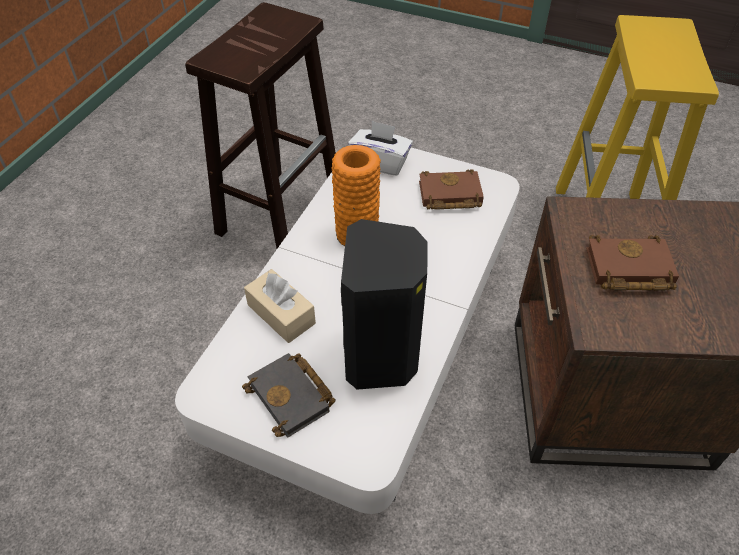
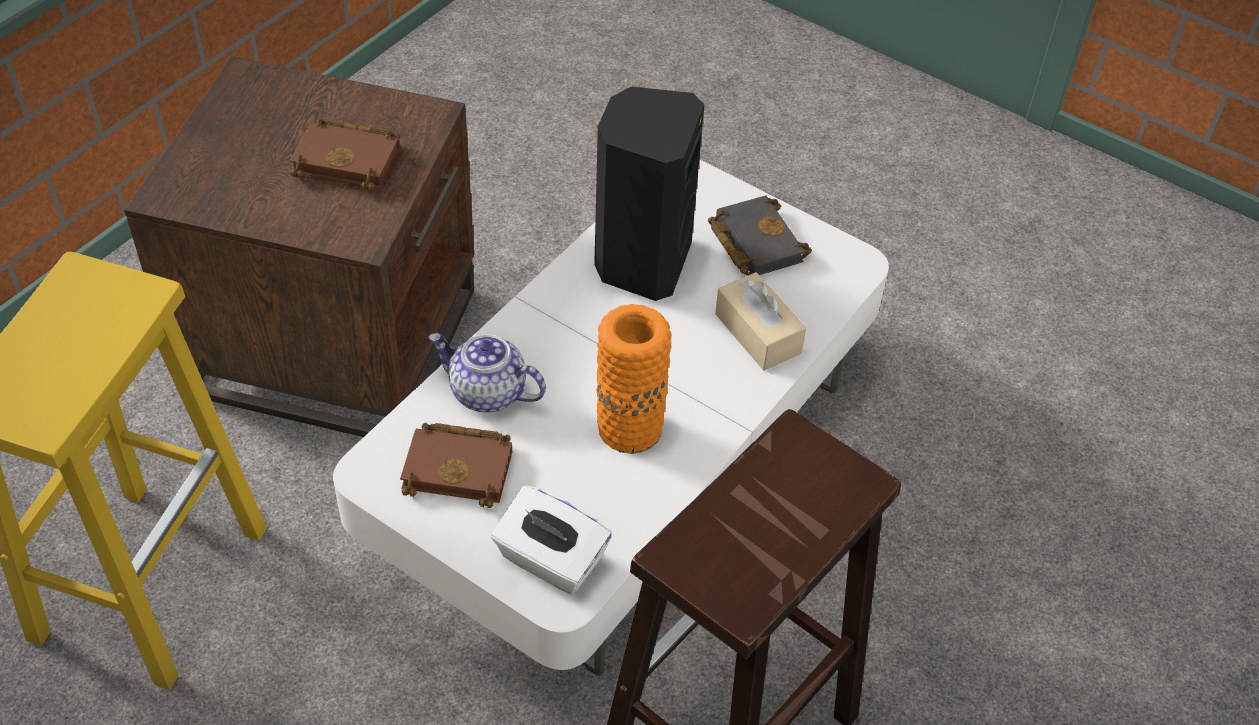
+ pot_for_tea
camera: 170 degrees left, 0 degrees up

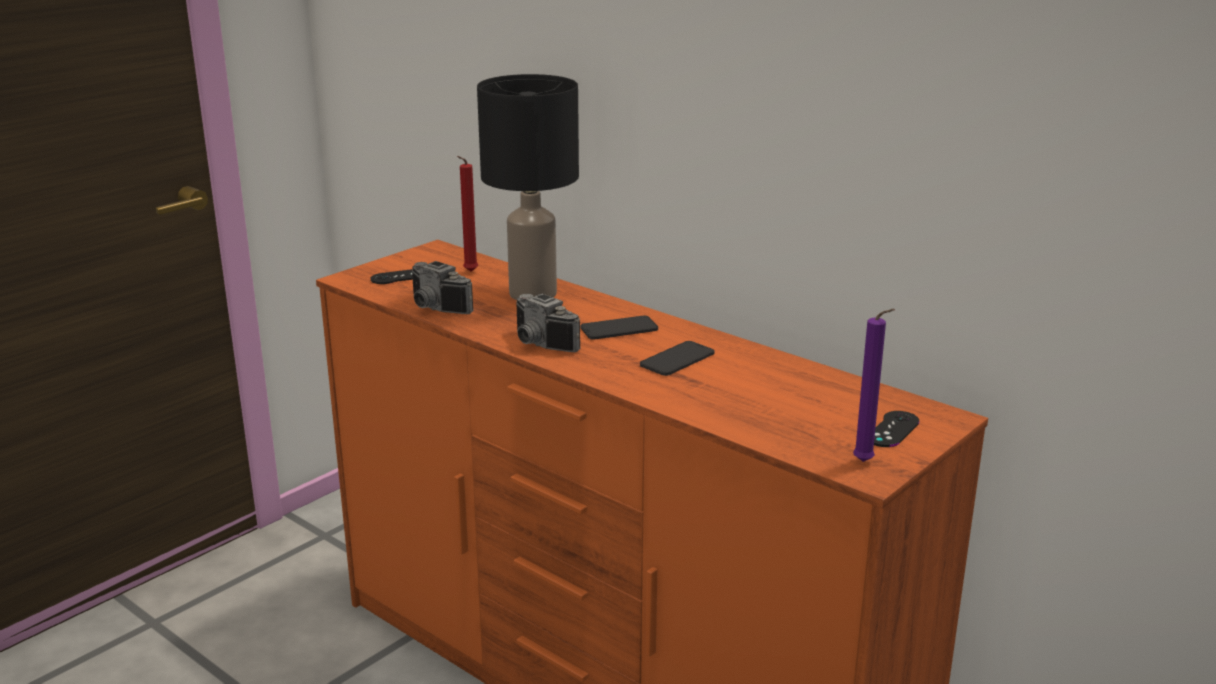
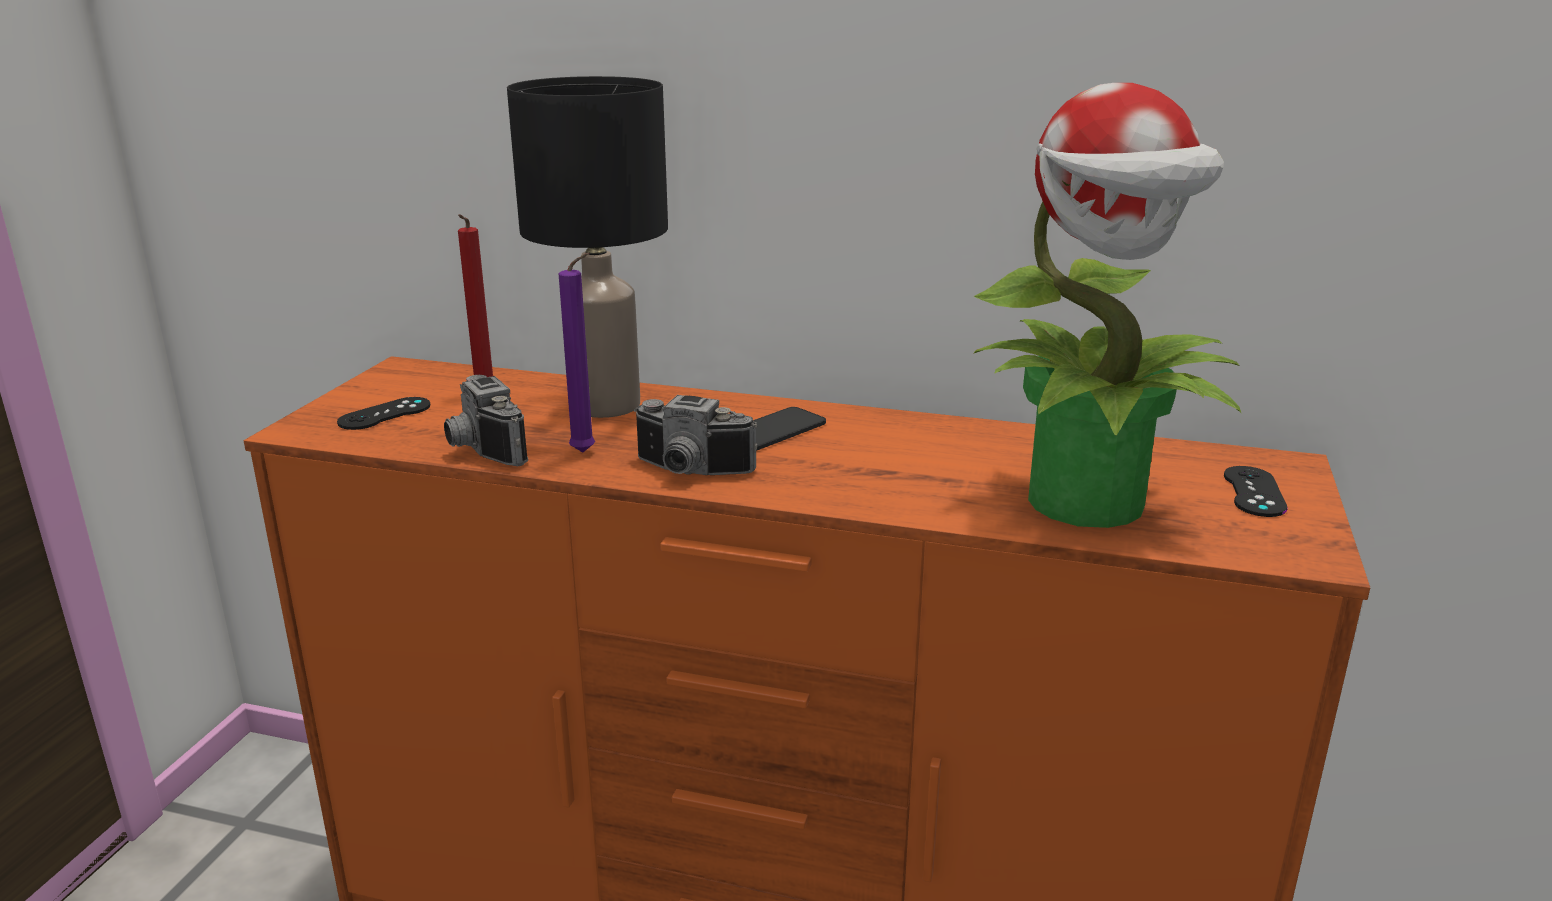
~ photo_camera (1st from left) 45 degrees clockwise
~ purple-coloured_candle
+ houseplant
- telephone (2nd from left)
camera: 25 degrees left, 0 degrees up

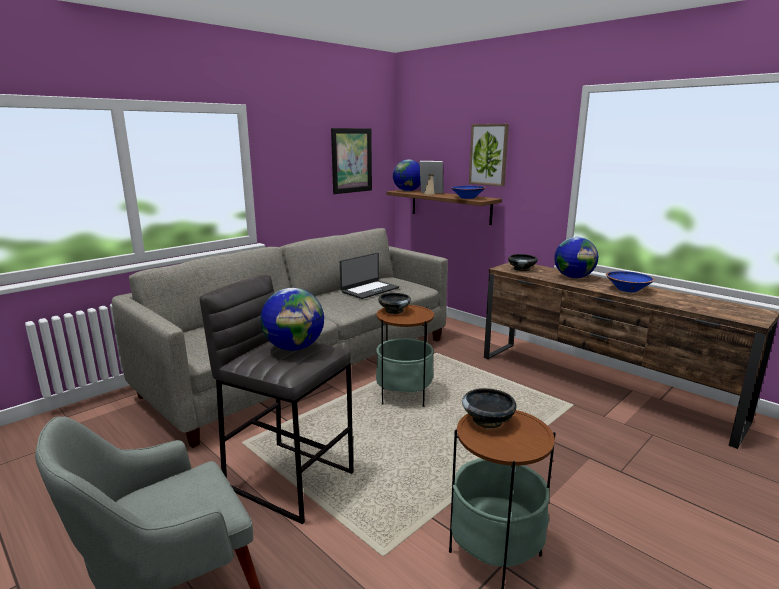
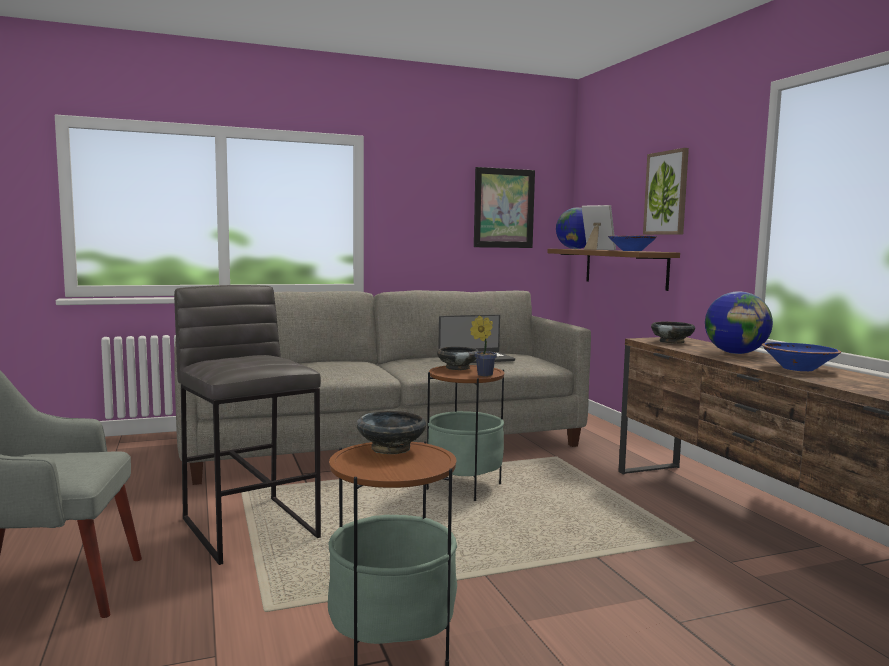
+ houseplant
- globe (1st from left)
camera: 25 degrees right, 10 degrees down

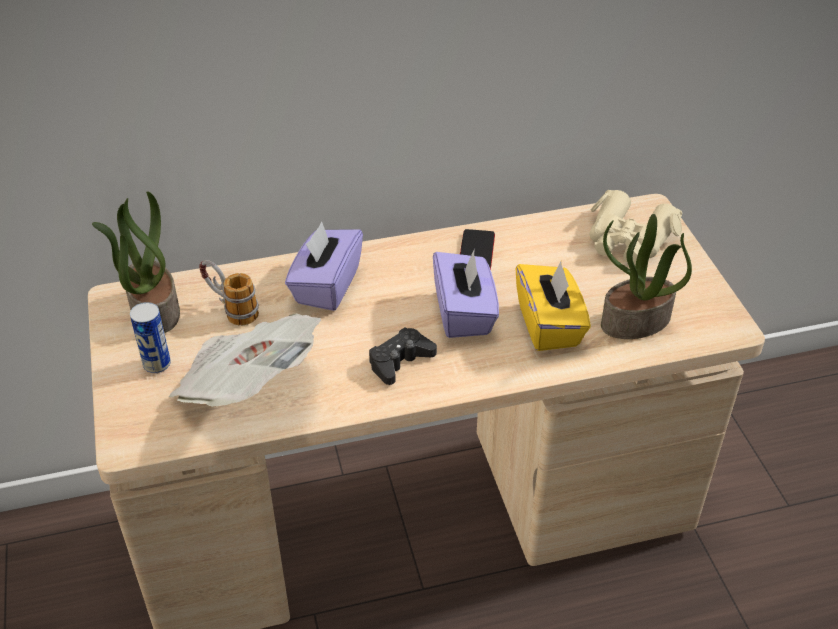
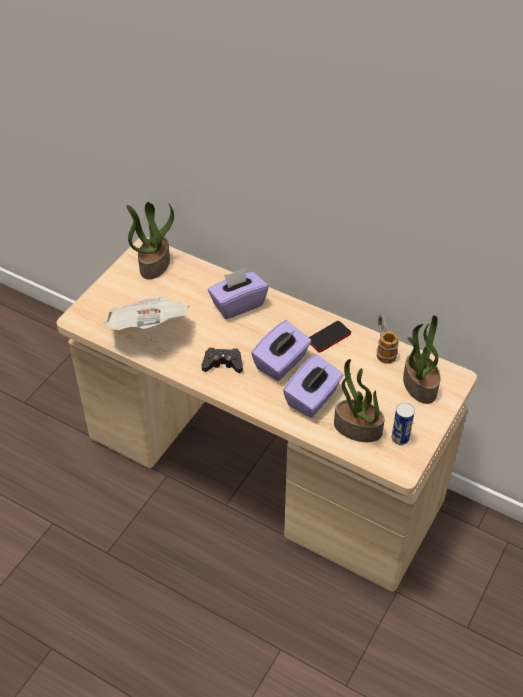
~ yellow_tissue_holder to purple-coloured_tissue_holder (3rd from left)
~ coffee_mug
~ sealed_can
~ sand-coloured_pair_of_binoculars to houseplant (3rd from left)
camera: 45 degrees right, 5 degrees up

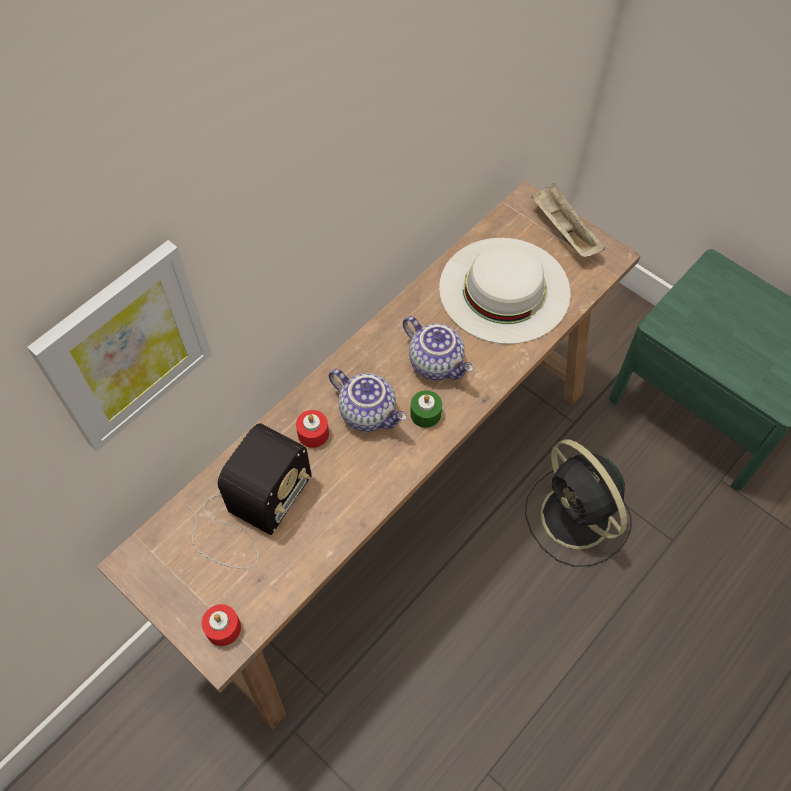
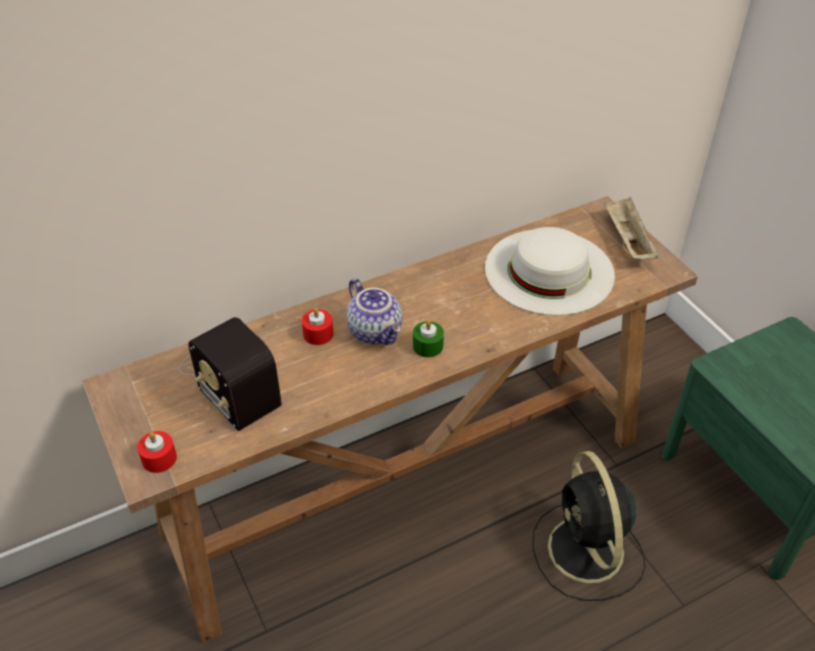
~ radio 90 degrees clockwise
- picture
- pot_for_tea (2nd from left)
camera: 20 degrees right, 15 degrees down

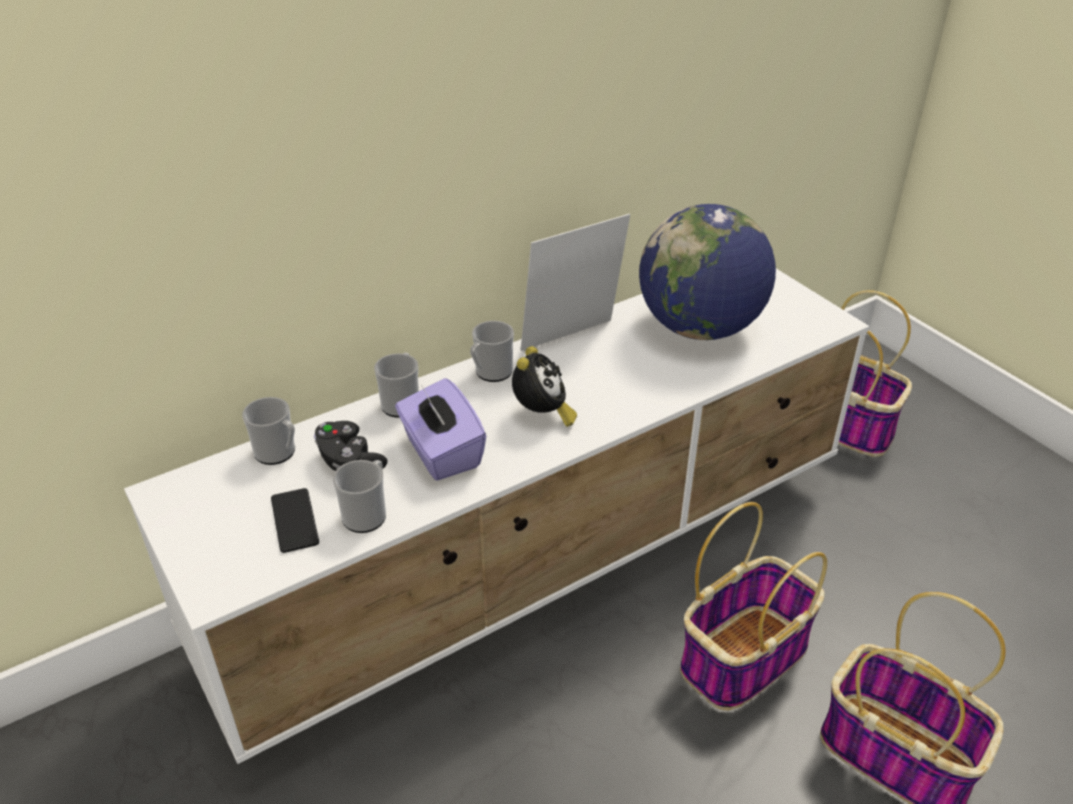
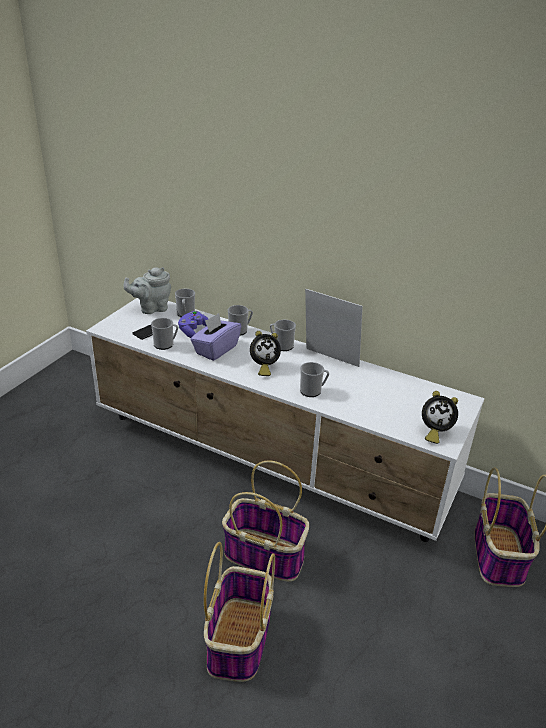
+ grey_pot_for_tea
~ black-coloured_gamepad to purple-coloured_gamepad
+ coffee_mug (5th from left)
+ alarm_clock (2nd from left)
- globe
camera: 60 degrees right, 5 degrees down

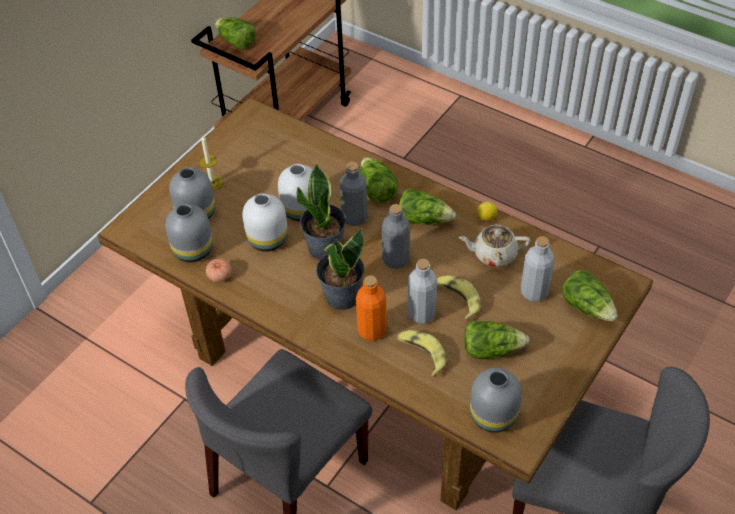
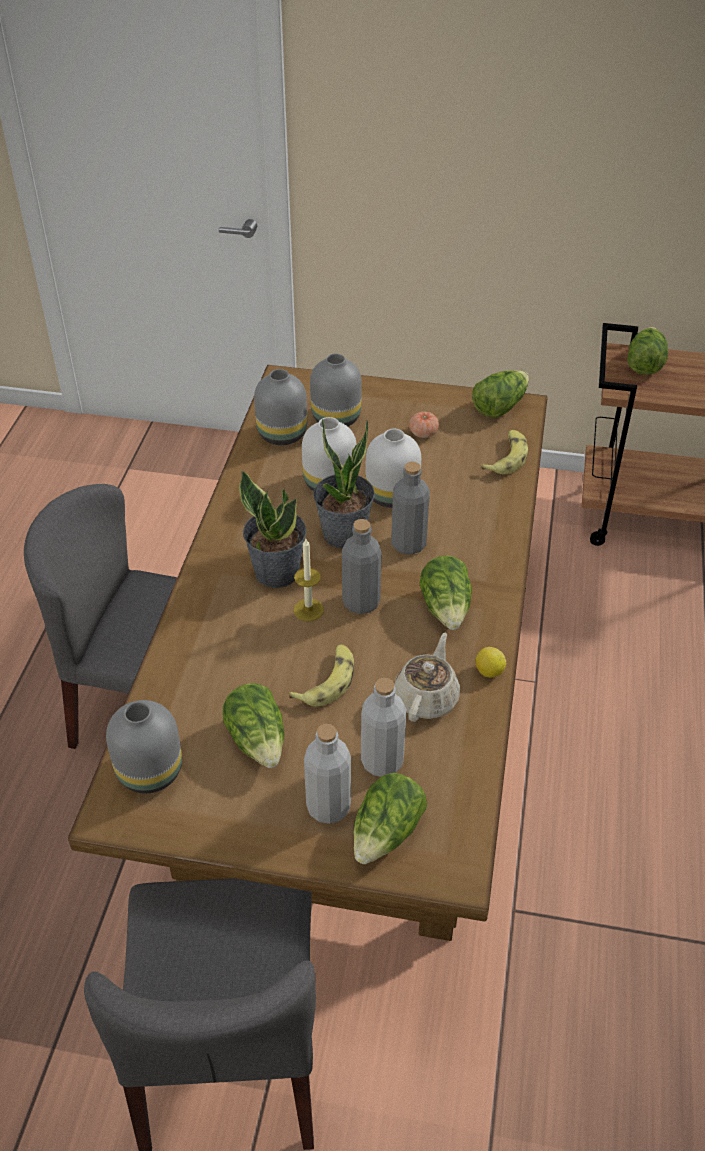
~ candle
~ grey_drink_bottle (3rd from left in the first image) to grey_drink_bottle (1st from left)
~ sand-coloured_pot_for_tea 45 degrees clockwise
~ fresh_tomato
~ lettuce (2nd from left in the first image) to lettuce (4th from left)
~ banana (1st from left in the first image) to banana (2nd from left)
- orangey_drink_bottle
camera: 65 degrees right, 5 degrees down

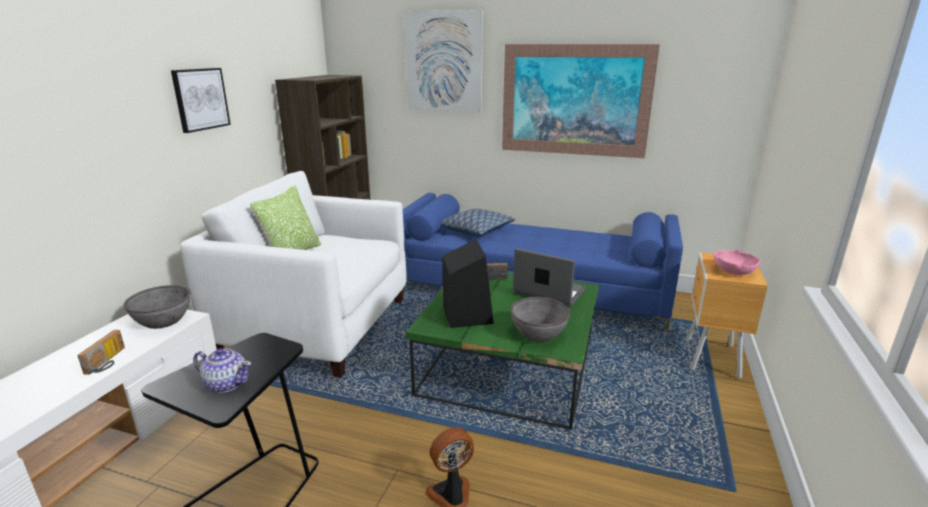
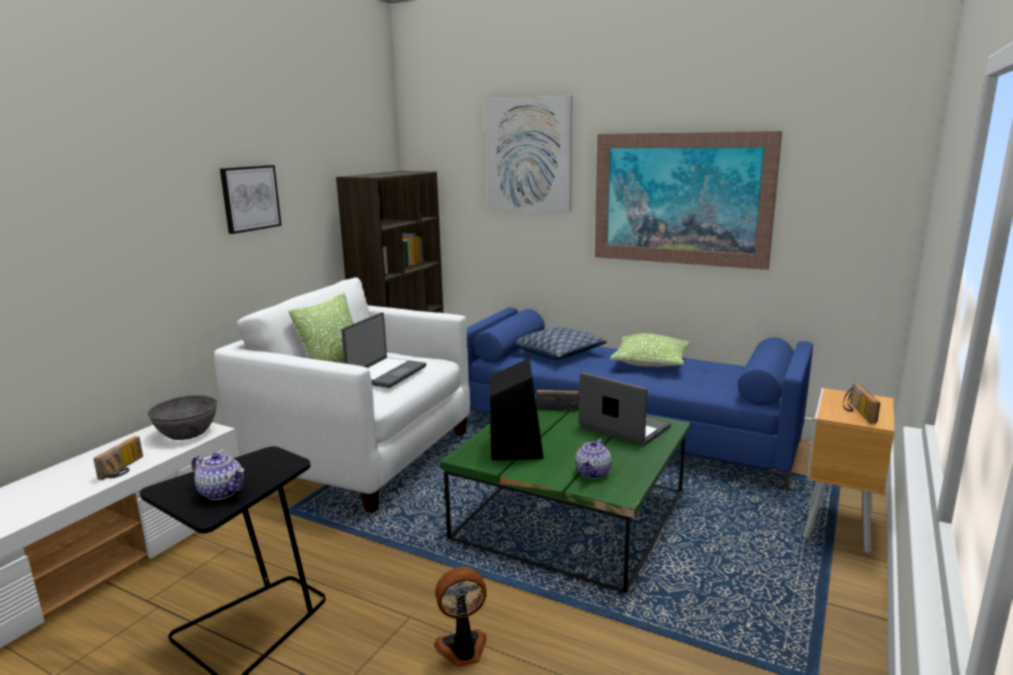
+ notebook_computer (1st from left)
~ grey_serving_bowl (2nd from left) to pot_for_tea (2nd from left)
+ cushion (3rd from left)
~ pinkish_serving_bowl to radio (3rd from left)
camera: 10 degrees right, 5 degrees down

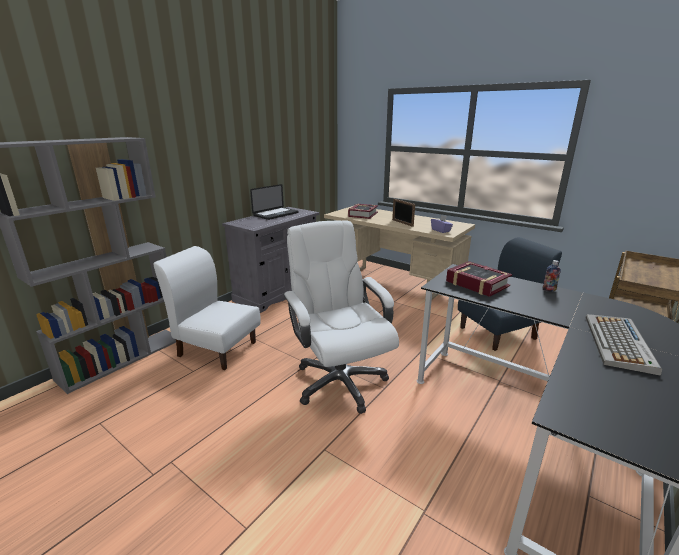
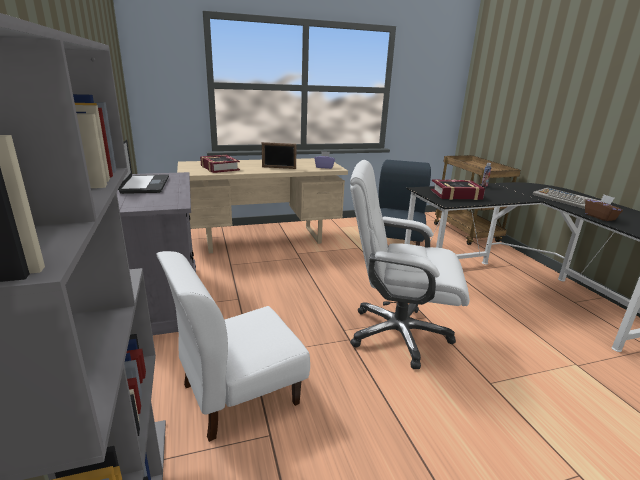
+ brown_tissue_holder
camera: 55 degrees left, 0 degrees up

